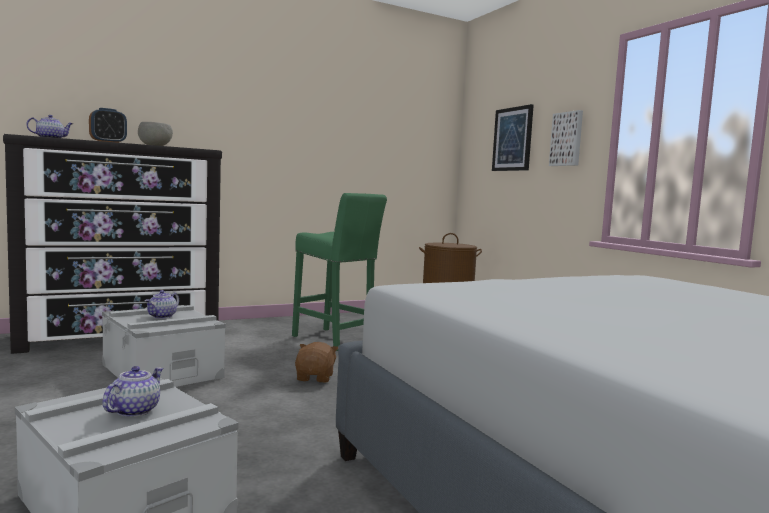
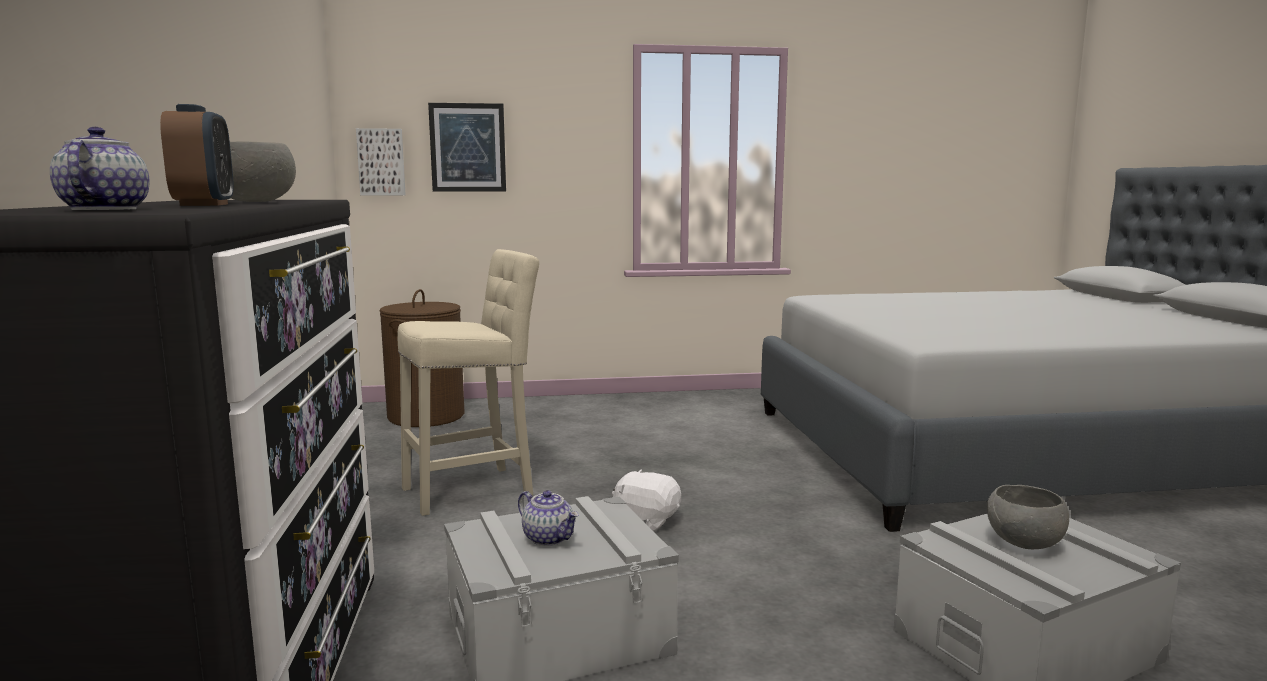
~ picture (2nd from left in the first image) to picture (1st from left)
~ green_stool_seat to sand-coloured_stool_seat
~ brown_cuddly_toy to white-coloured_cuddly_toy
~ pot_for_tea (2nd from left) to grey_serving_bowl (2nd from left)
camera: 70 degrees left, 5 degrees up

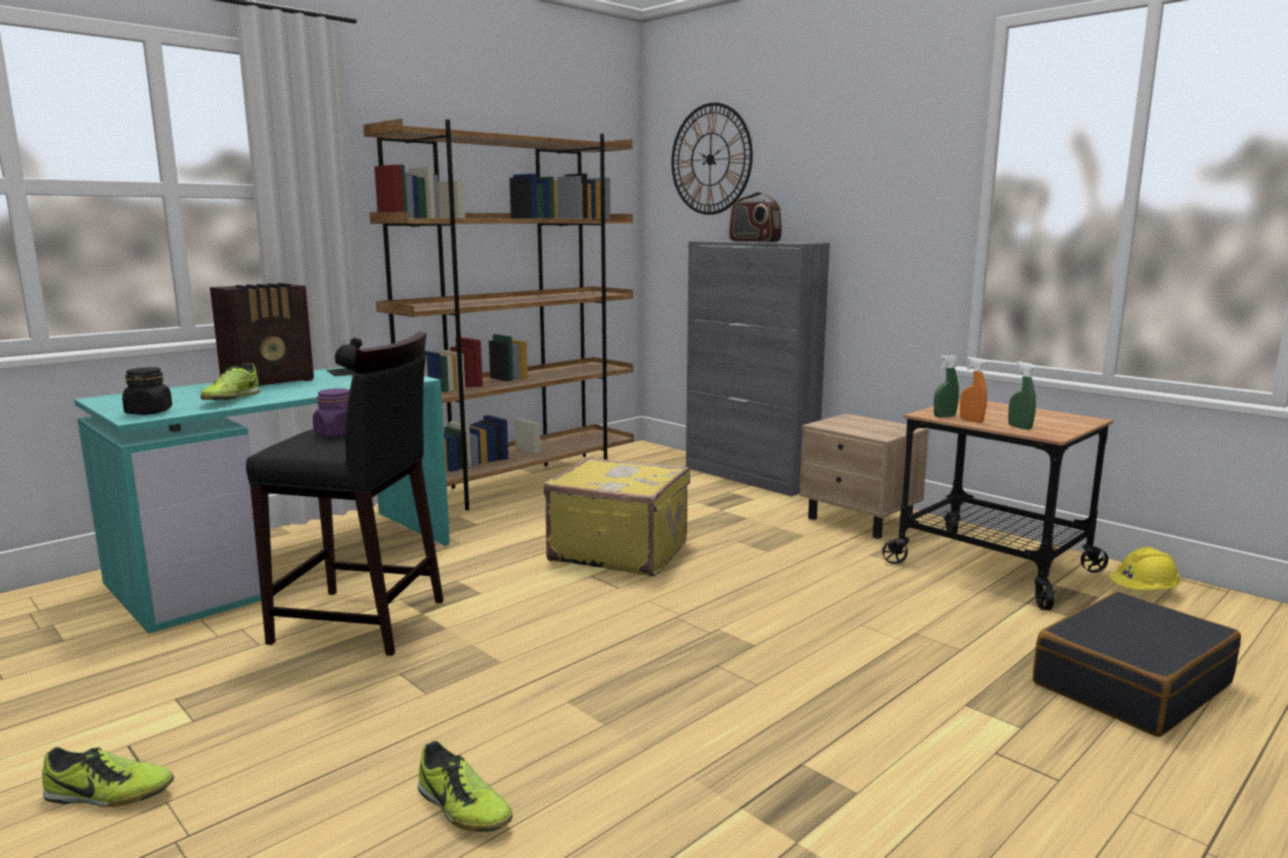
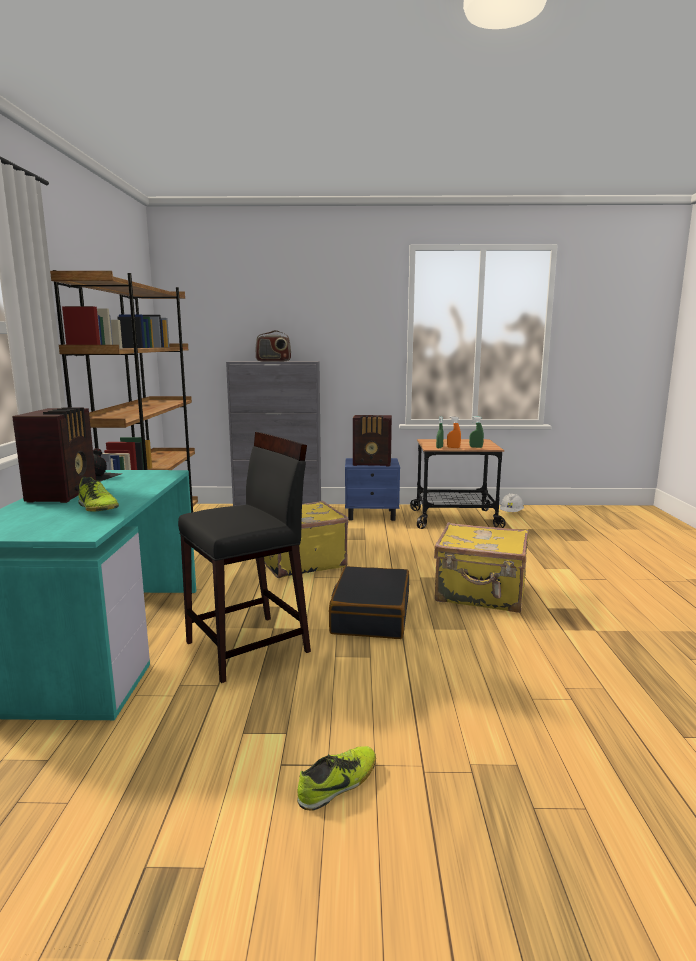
~ black-coloured_suitcase
~ sand-coloured_nightstand to blue-coloured_nightstand
+ radio (3rd from left)
+ yellow_suitcase (2nd from left)
~ yellow_safety_helmet to white-coloured_safety_helmet
- black-coloured_preserve_jar
- purple-coloured_preserve_jar
- shoe (3rd from left)
- hanging_clock
camera: 45 degrees left, 0 degrees up

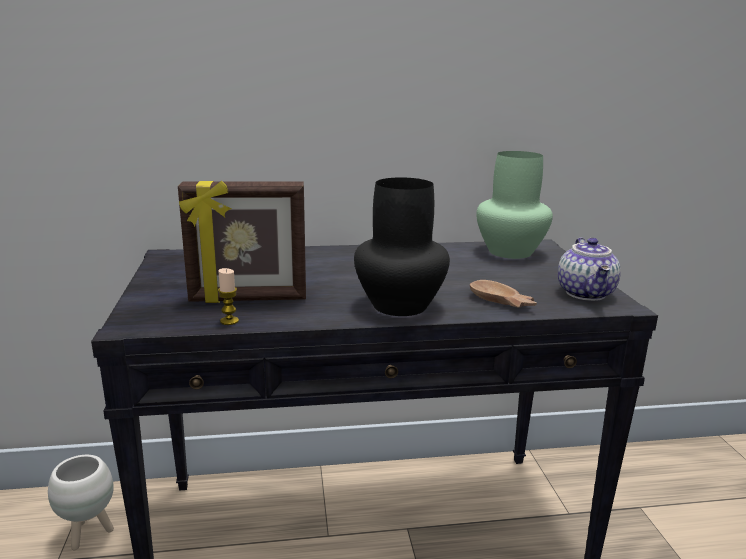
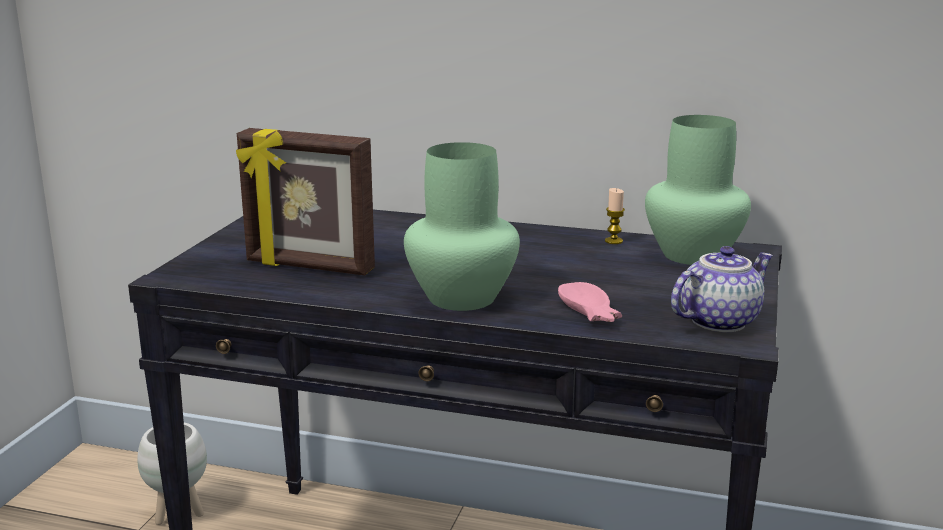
~ black-coloured_flower_vase to green_flower_vase (1st from left)
~ brown_serving_bowl to pinkish_serving_bowl
~ candle
~ pot_for_tea 150 degrees counterclockwise
camera: 25 degrees right, 0 degrees up

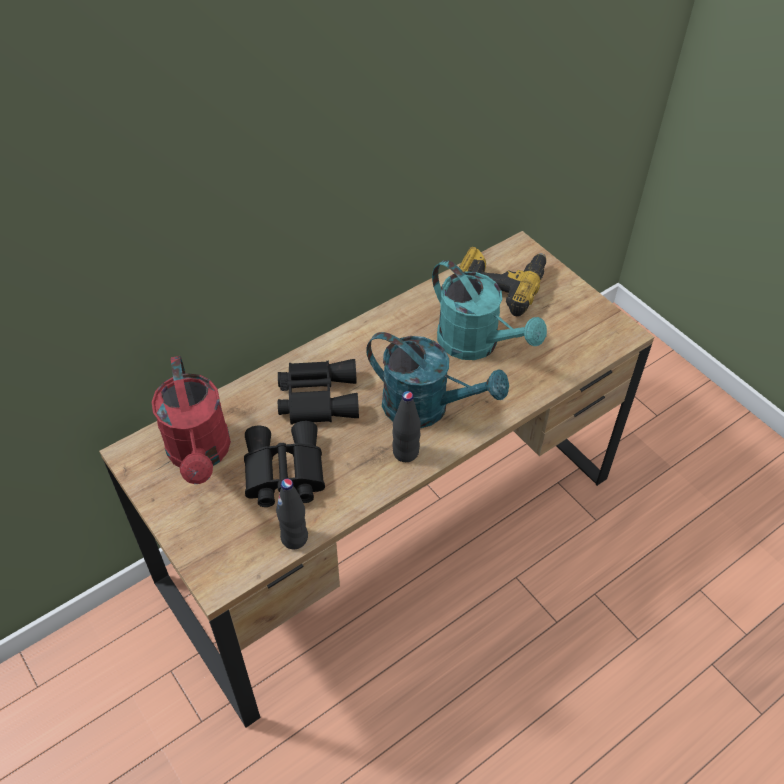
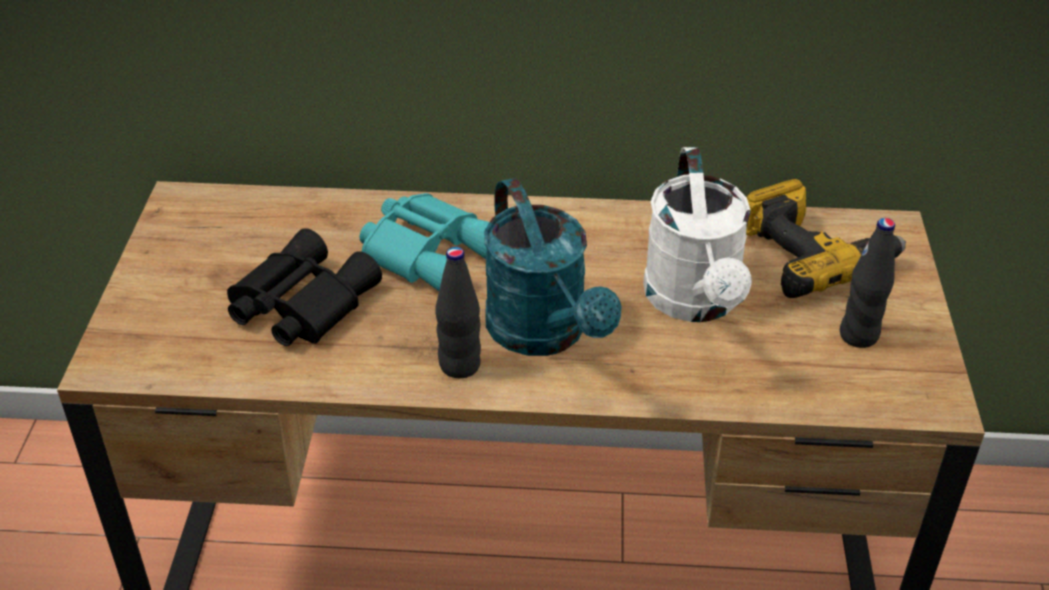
~ black-coloured_pair_of_binoculars (2nd from left) to turquoise_pair_of_binoculars
~ turquoise_watering_can (2nd from left) to white-coloured_watering_can
~ black-coloured_drink_bottle (1st from left in the first image) to black-coloured_drink_bottle (2nd from left)
- red-coloured_watering_can
camera: 40 degrees right, 10 degrees down

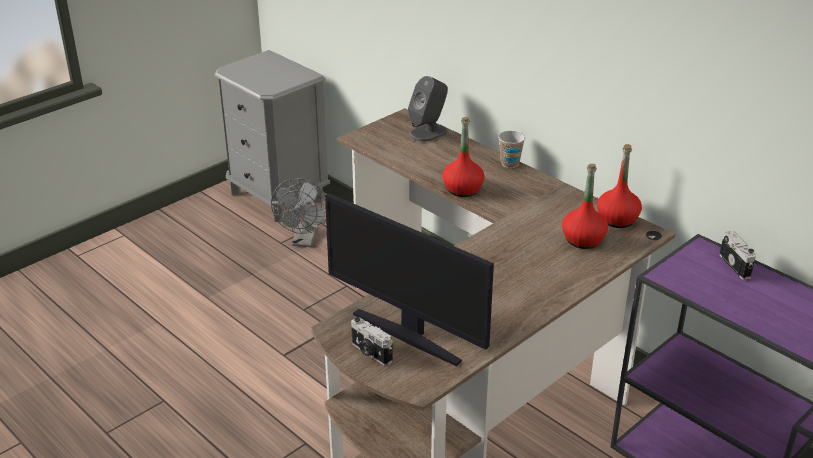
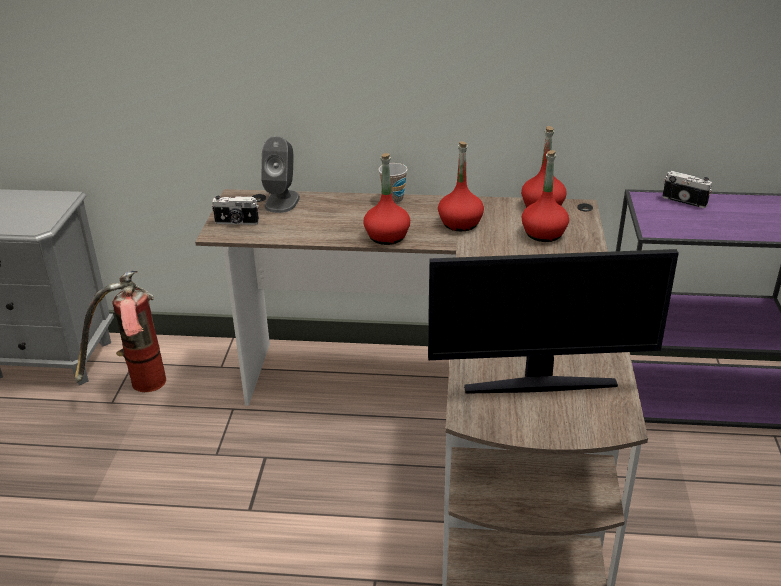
~ grey_cooling_fan to fire_extinguisher
~ photo_camera (1st from left)
+ red-coloured_drink_bottle (2nd from left)
camera: 40 degrees left, 0 degrees up

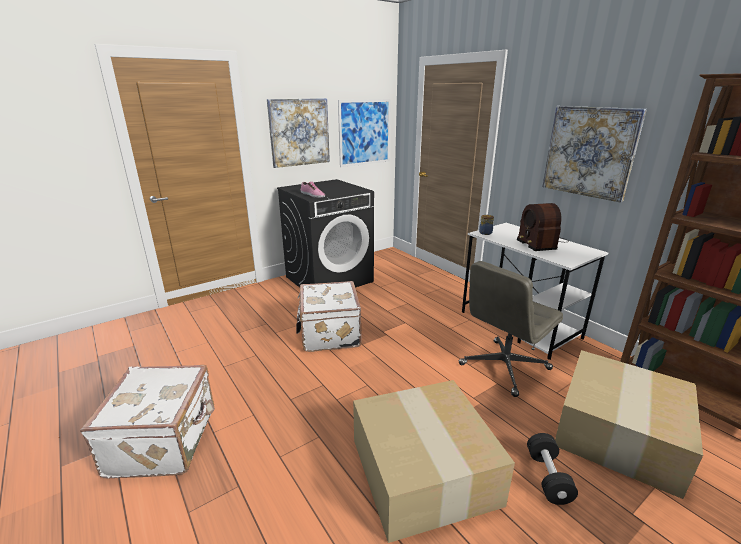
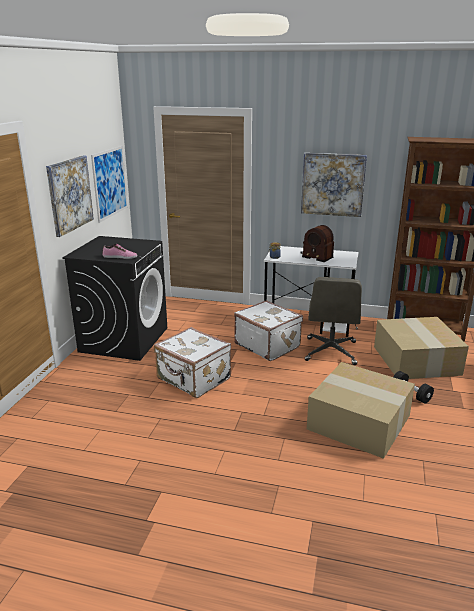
~ white-coloured_suitcase (1st from left in the first image) to white-coloured_suitcase (2nd from left)
camera: 40 degrees left, 0 degrees up

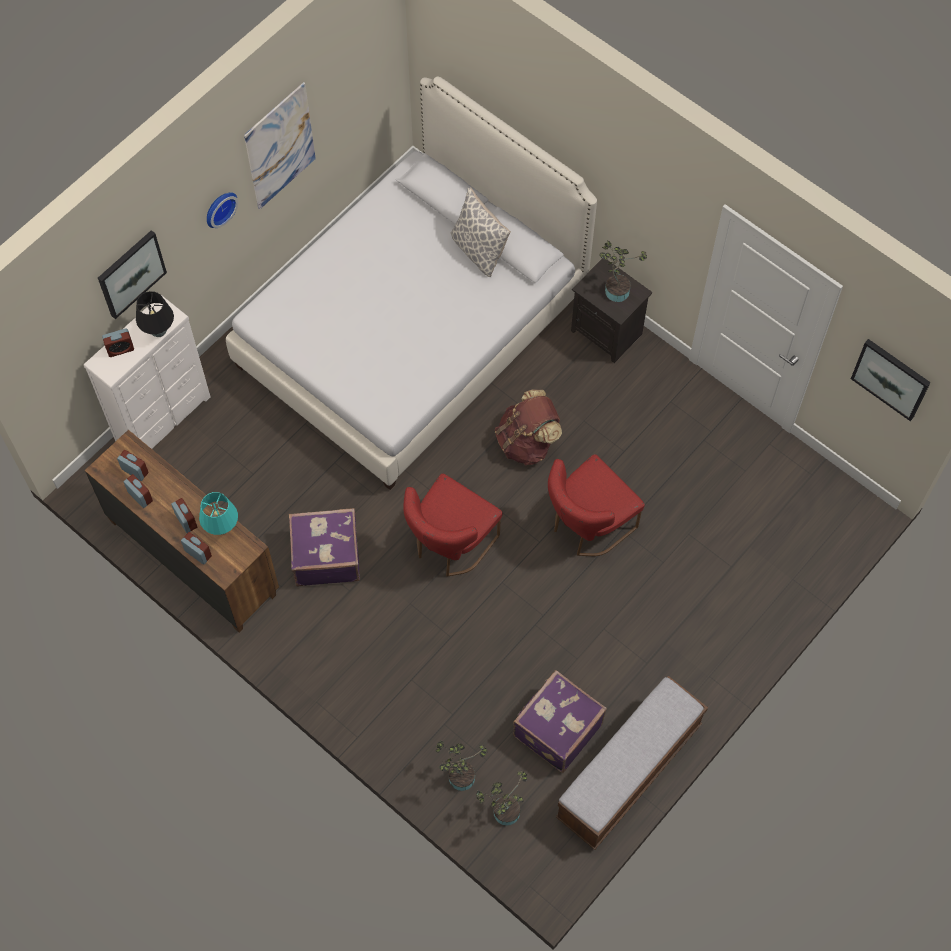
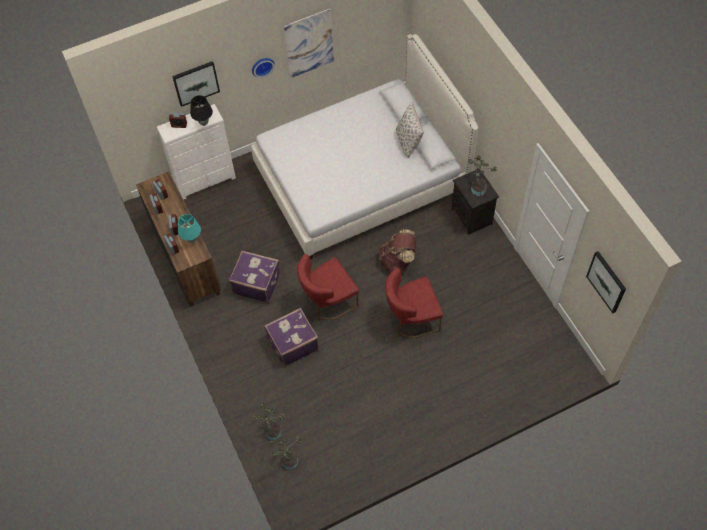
~ purple-coloured_suitcase (2nd from left)
- long_seat
camera: 25 degrees right, 5 degrees down

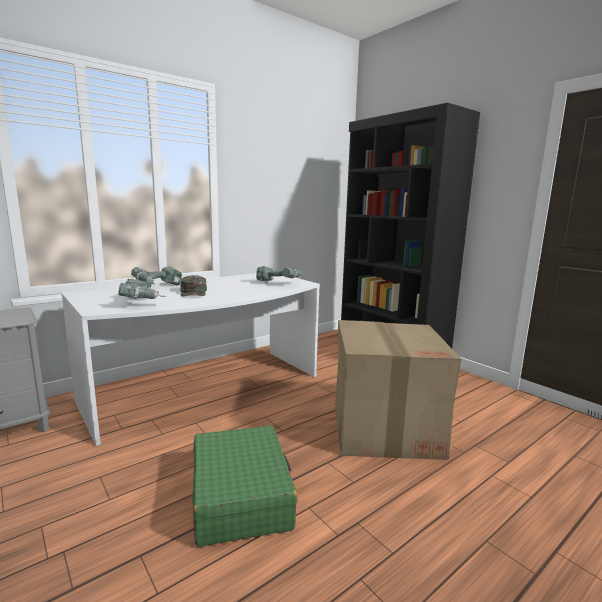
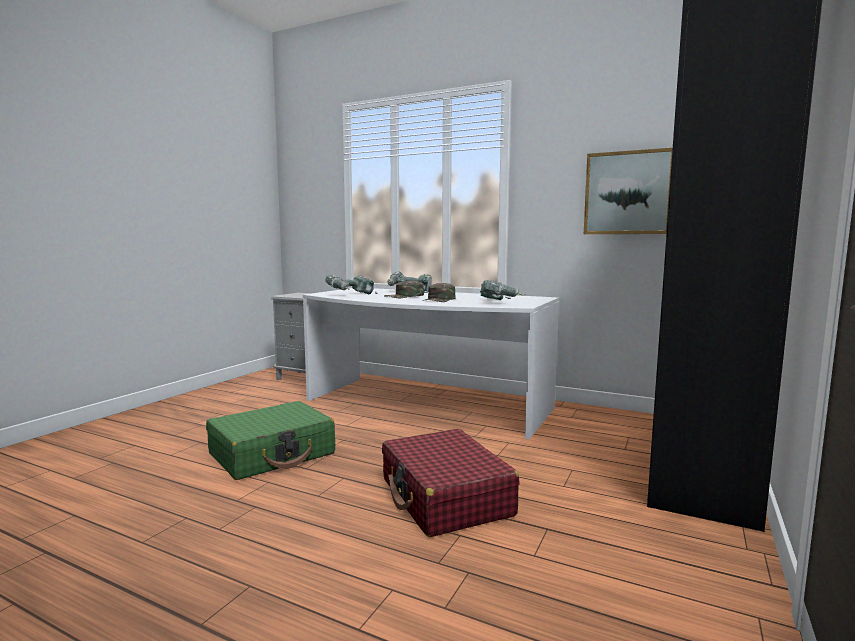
~ cardboard_box to red-coloured_suitcase
+ green_peaked_cap (2nd from left)
+ picture
camera: 65 degrees right, 5 degrees down

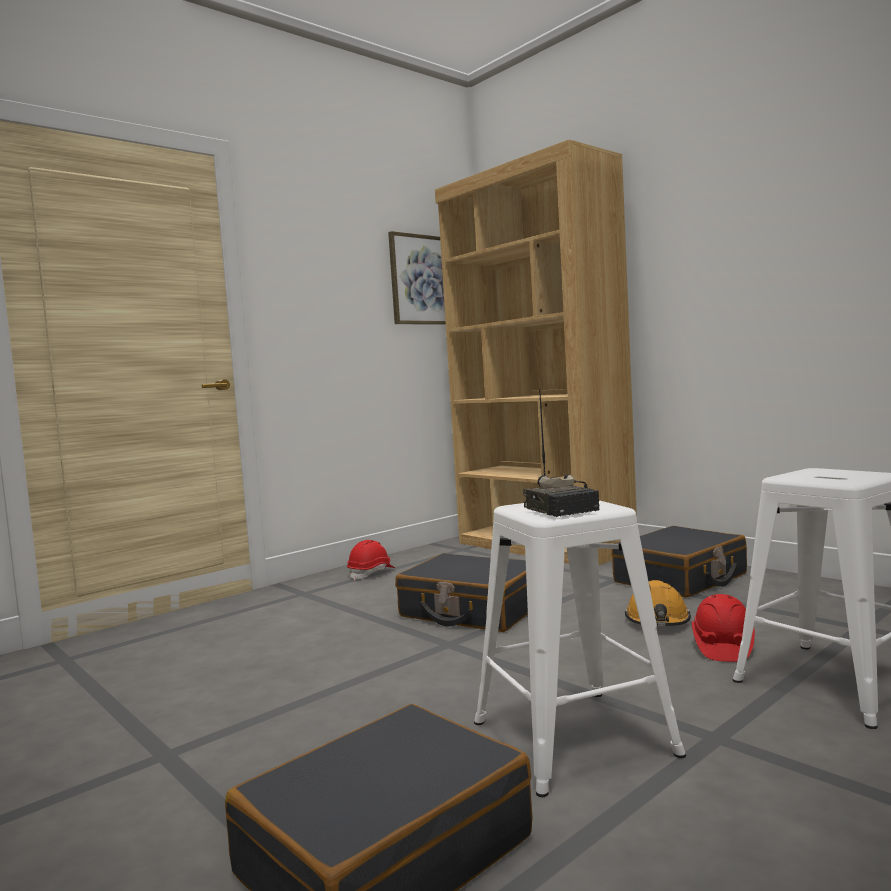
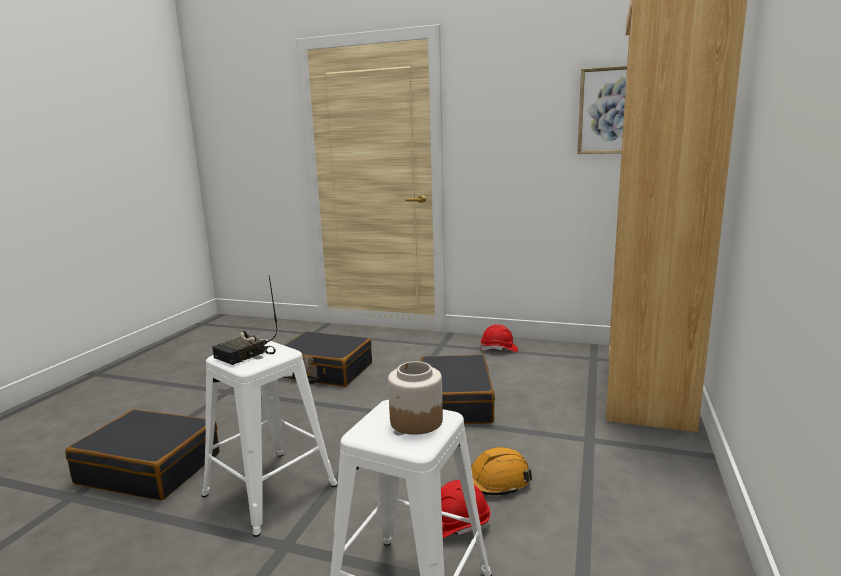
~ black-coloured_suitcase (3rd from left in the first image) to black-coloured_suitcase (2nd from left)
+ preserve_jar
camera: 60 degrees right, 10 degrees up

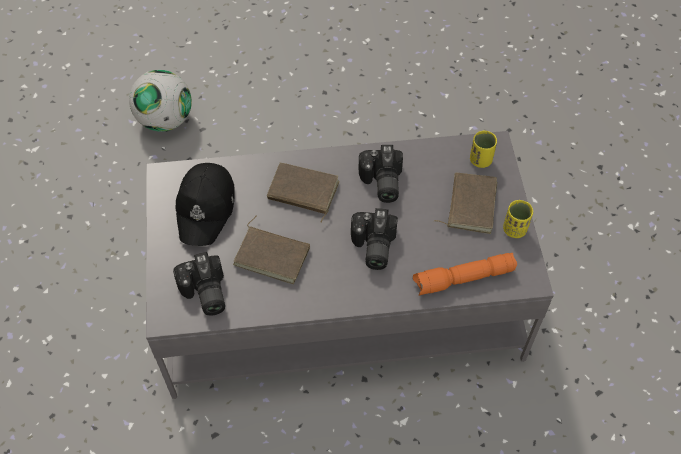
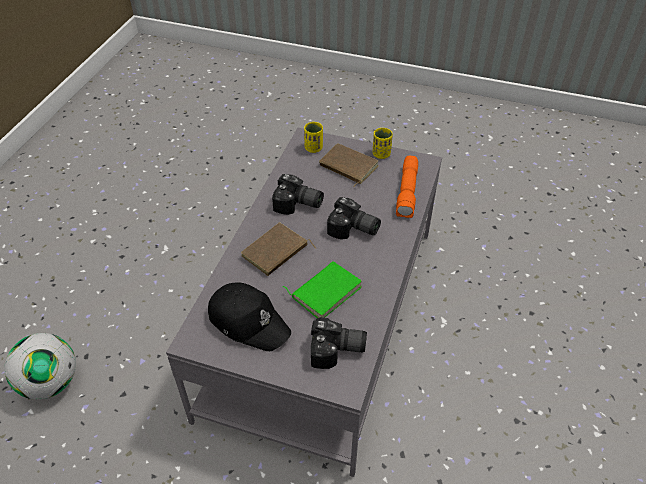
~ brown_book (1st from left) to green_book
camera: 65 degrees left, 10 degrees down

